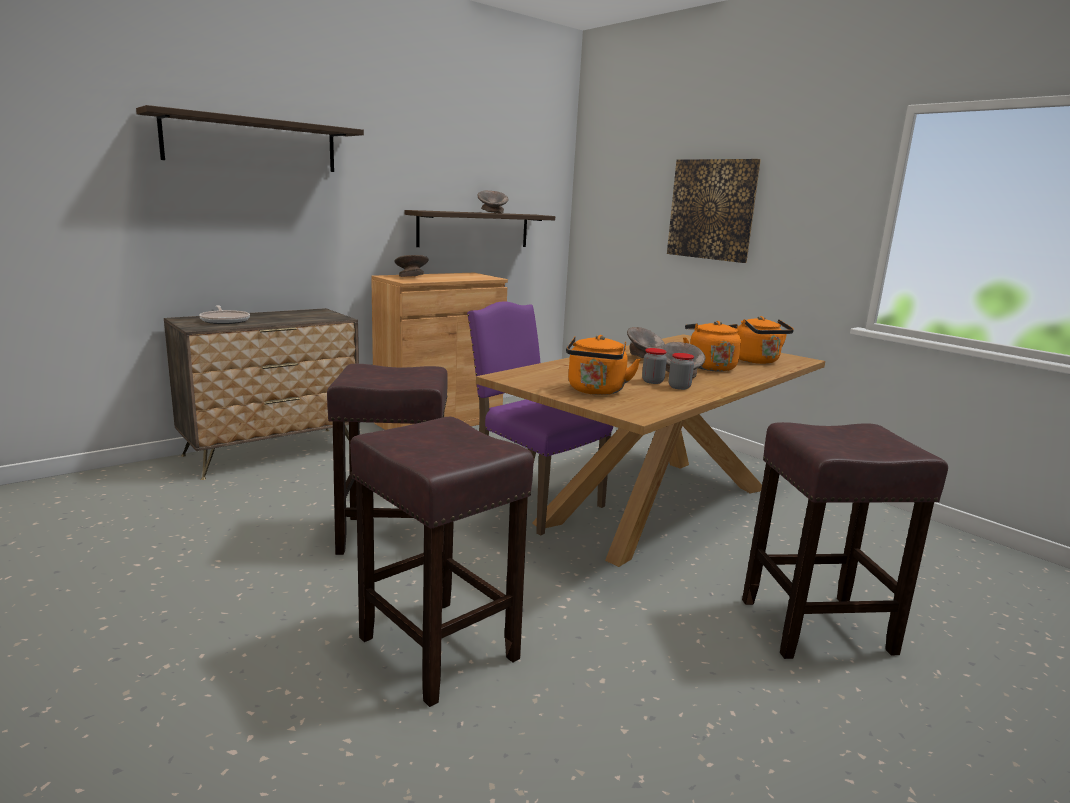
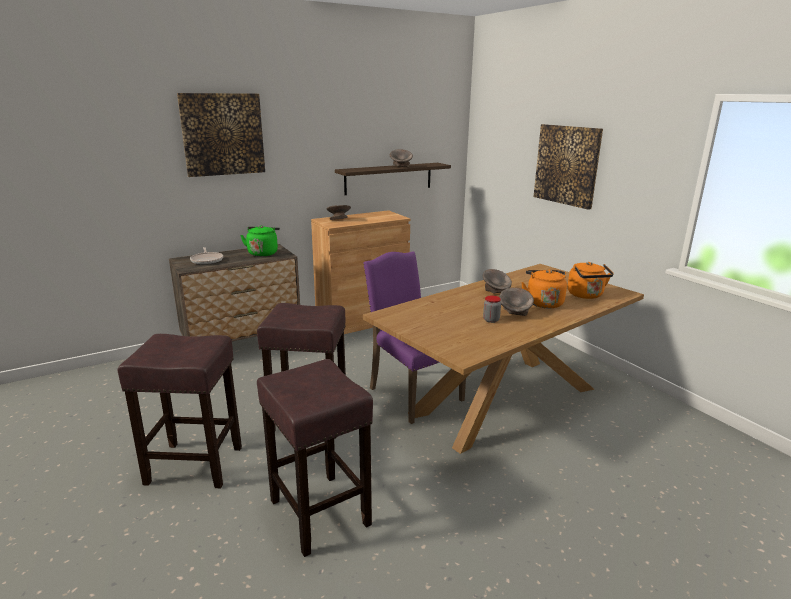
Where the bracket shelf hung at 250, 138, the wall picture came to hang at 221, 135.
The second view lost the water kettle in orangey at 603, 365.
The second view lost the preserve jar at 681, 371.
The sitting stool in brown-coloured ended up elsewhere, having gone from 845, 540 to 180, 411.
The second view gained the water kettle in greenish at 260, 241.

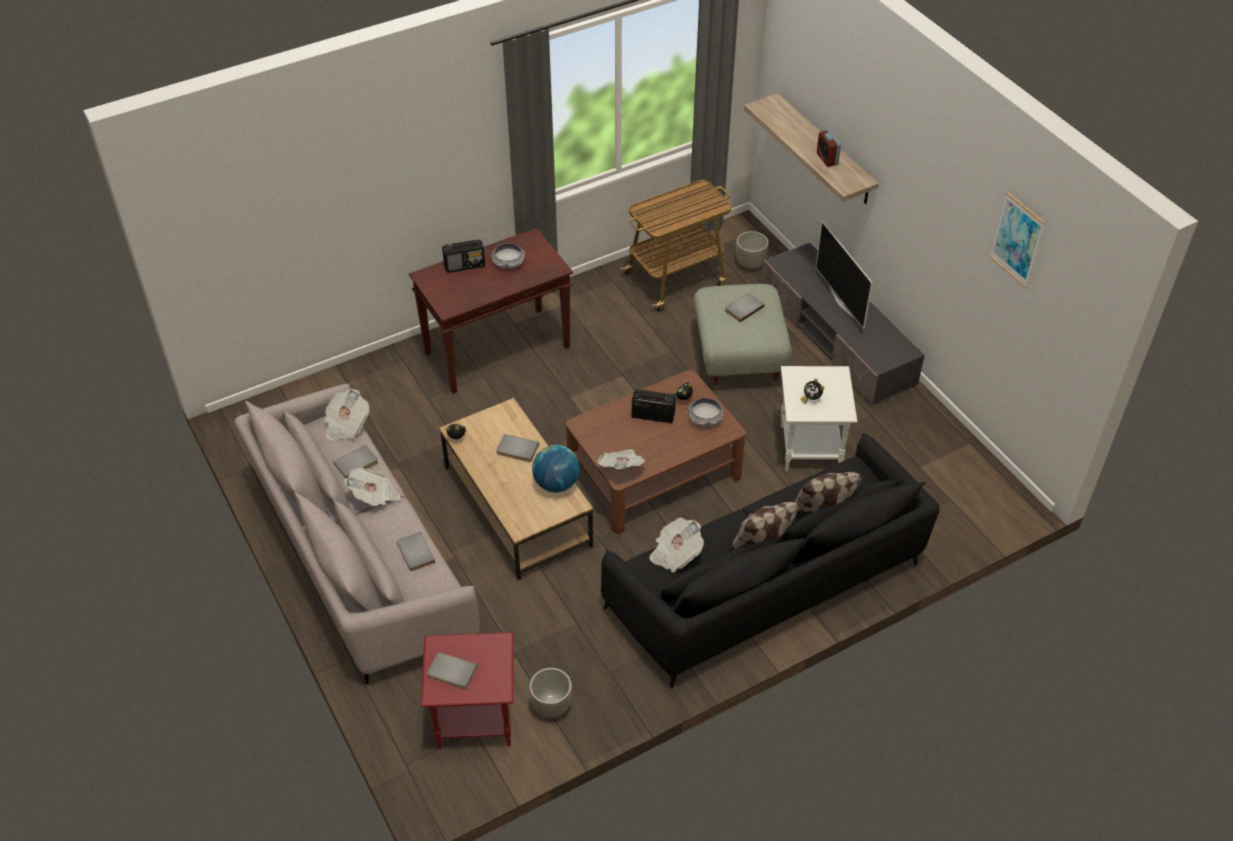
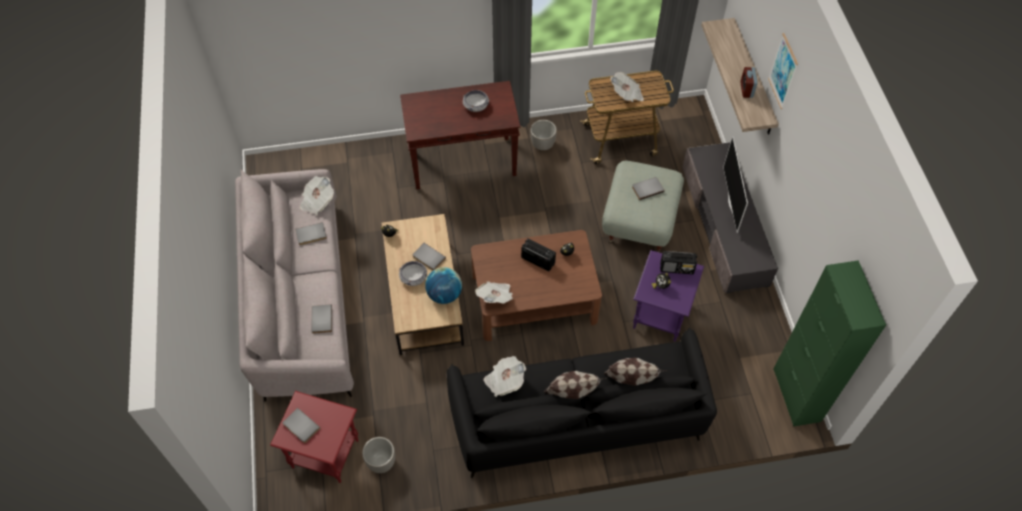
The printed paper ended up elsewhere, having gone from 372, 486 to 627, 87.
The radio set ended up elsewhere, having gone from 463, 256 to 678, 262.
The bowl ended up elsewhere, having gone from 706, 412 to 413, 273.
The flower pot ended up elsewhere, having gone from 752, 250 to 543, 135.
What was the accent table in whitish at 819, 418 turned into the accent table in purplish at 668, 296.
The wall picture ended up elsewhere, having gone from 1017, 240 to 783, 71.
The second view gained the storage cabinet in greenish at 829, 343.

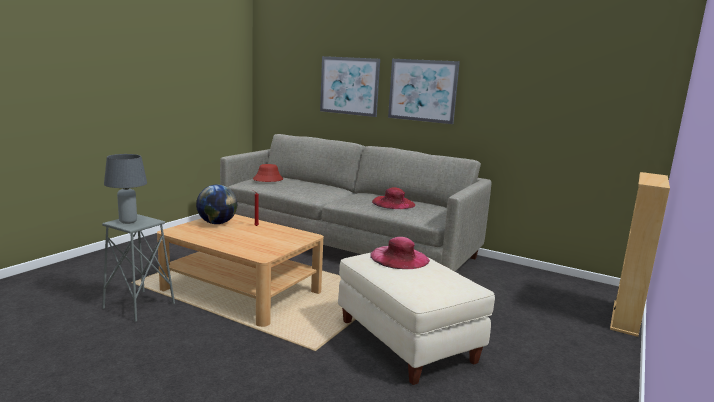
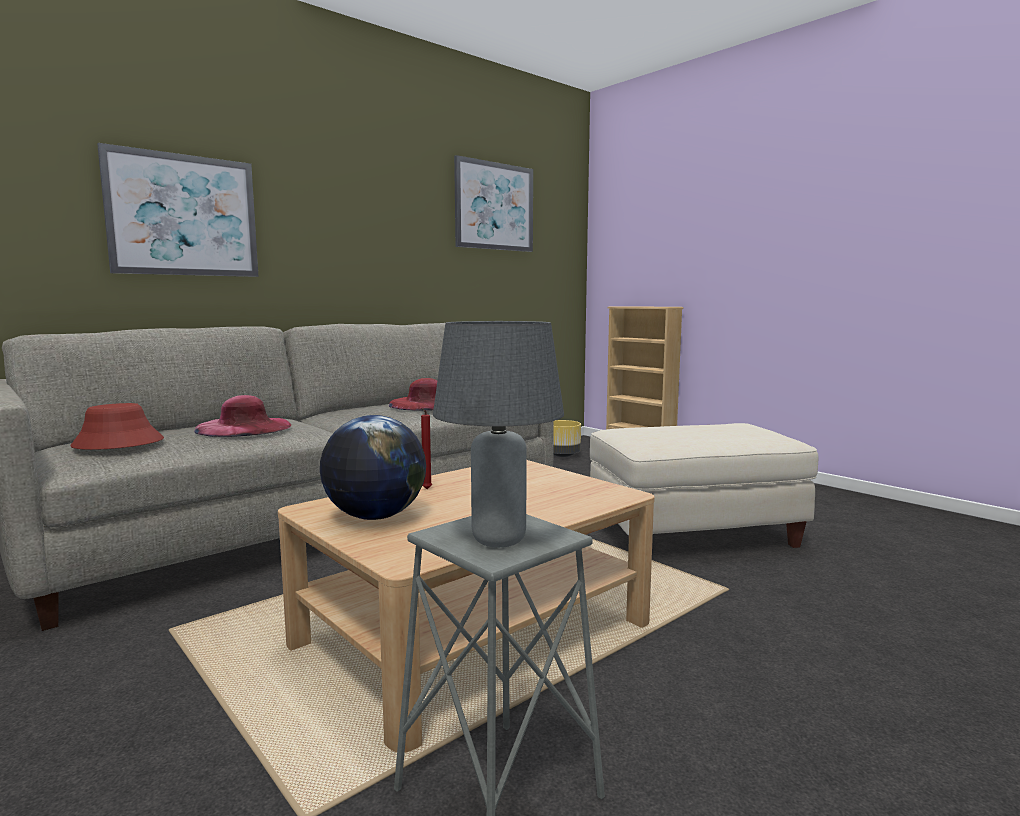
The wearable hat in pink-coloured ended up elsewhere, having gone from 400, 253 to 242, 416.
The wall picture ended up elsewhere, having gone from 424, 91 to 493, 203.
The second view gained the flower pot in yellowish at 567, 438.

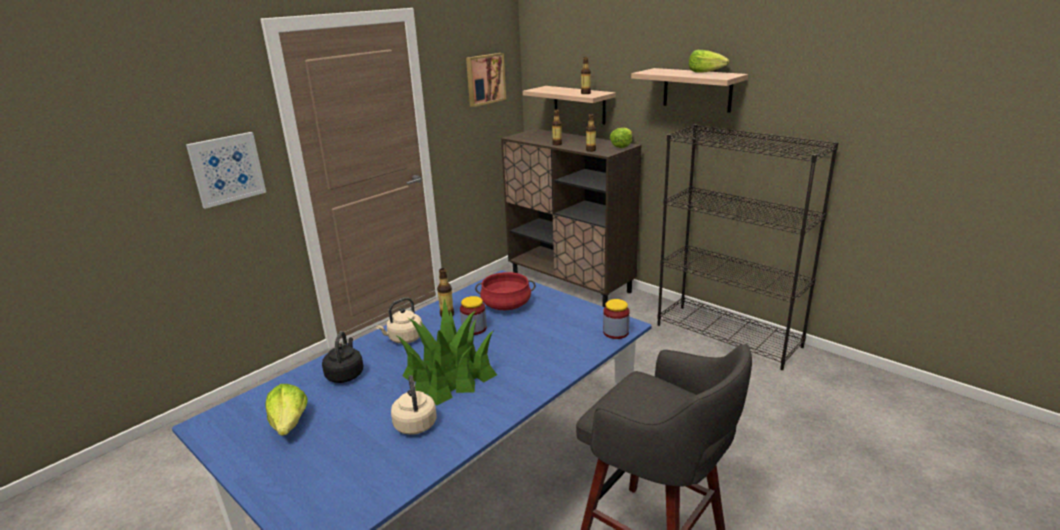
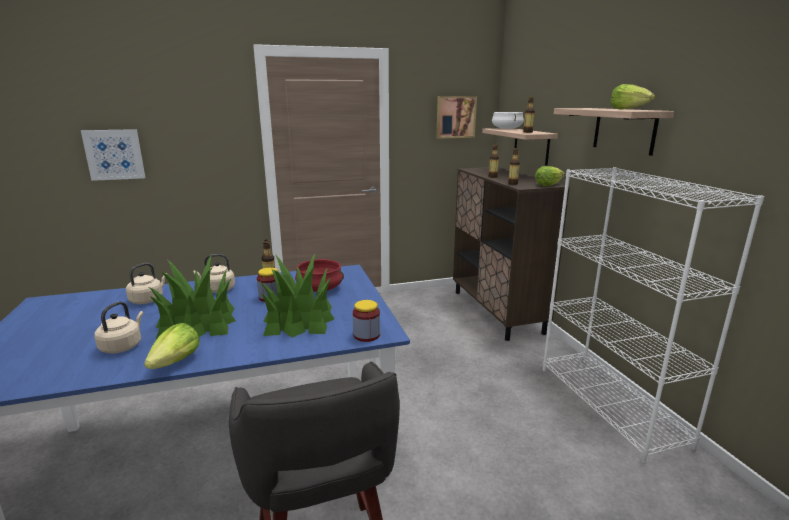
The wall picture ended up elsewhere, having gone from 226, 170 to 113, 155.
The lettuce ended up elsewhere, having gone from 286, 410 to 172, 346.
What was the water kettle in black at 342, 357 turned into the water kettle in beige at 146, 283.
What was the bookcase in black at 747, 247 turned into the bookcase in whitish at 653, 315.
The second view gained the houseplant at 297, 295.
The second view gained the saucepot in whitish at 508, 120.

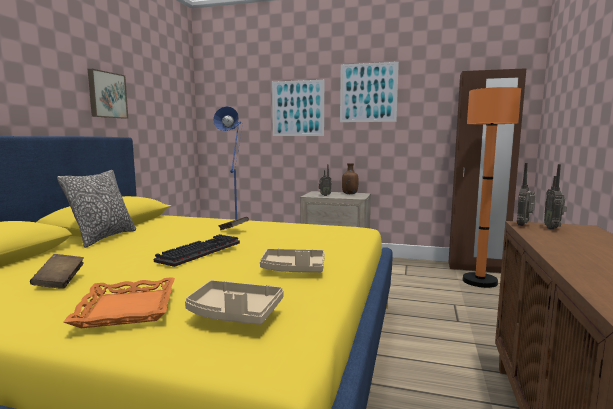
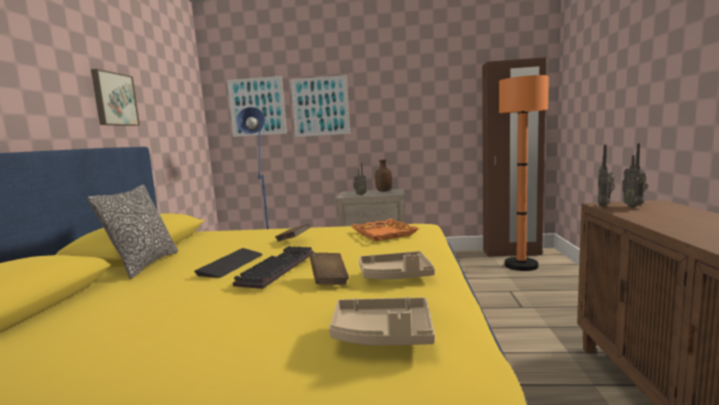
The volume in brown-coloured ended up elsewhere, having gone from 57, 271 to 329, 269.
The serving tray in orangey ended up elsewhere, having gone from 119, 302 to 385, 229.
The wall picture ended up elsewhere, having gone from 369, 92 to 257, 106.
The second view gained the PC keyboard at 228, 263.

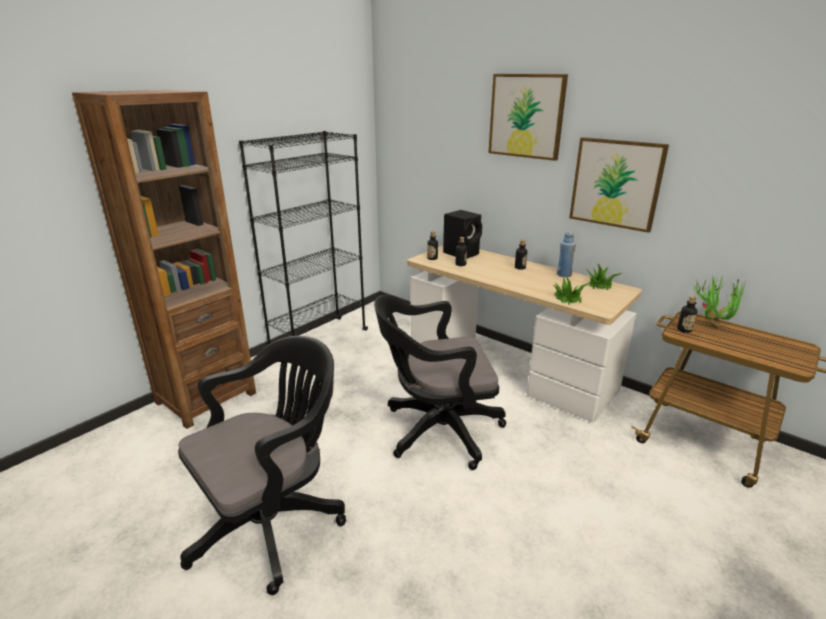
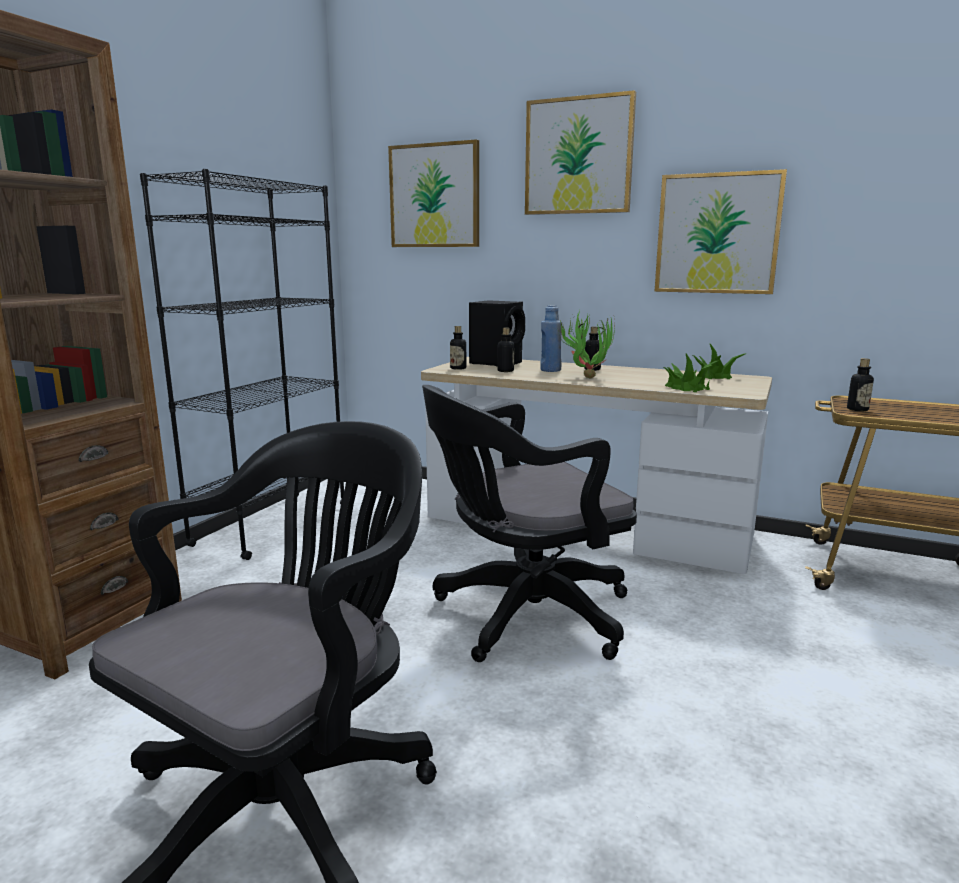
The bottle in bluish ended up elsewhere, having gone from 566, 254 to 551, 338.
The houseplant ended up elsewhere, having gone from 720, 302 to 586, 344.
The second view gained the wall picture at 433, 193.

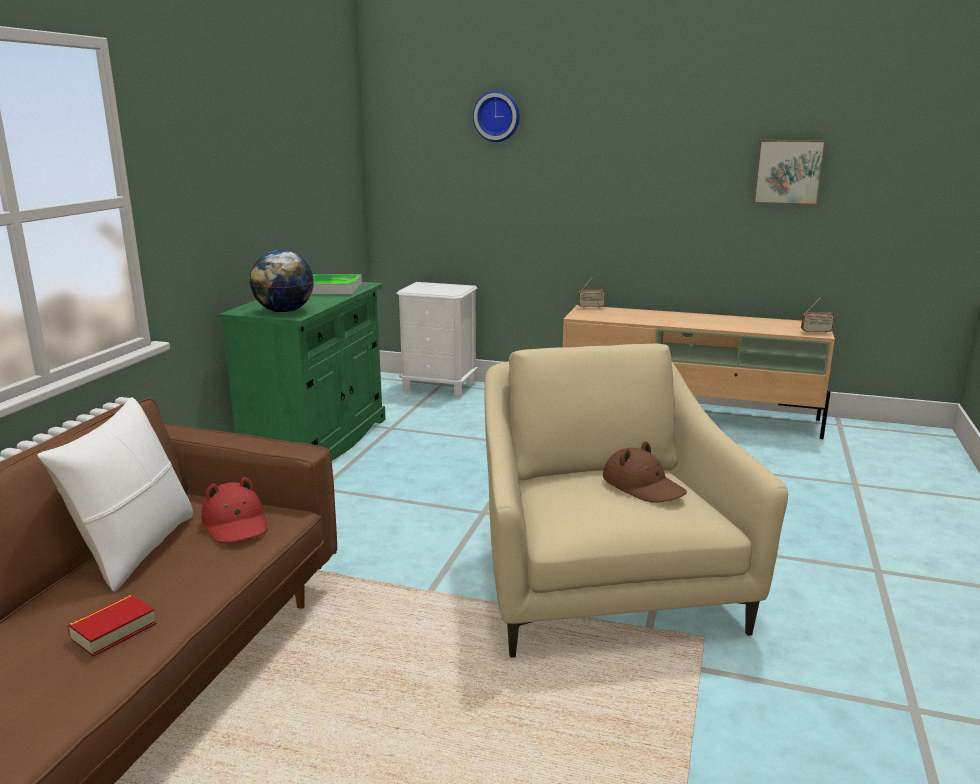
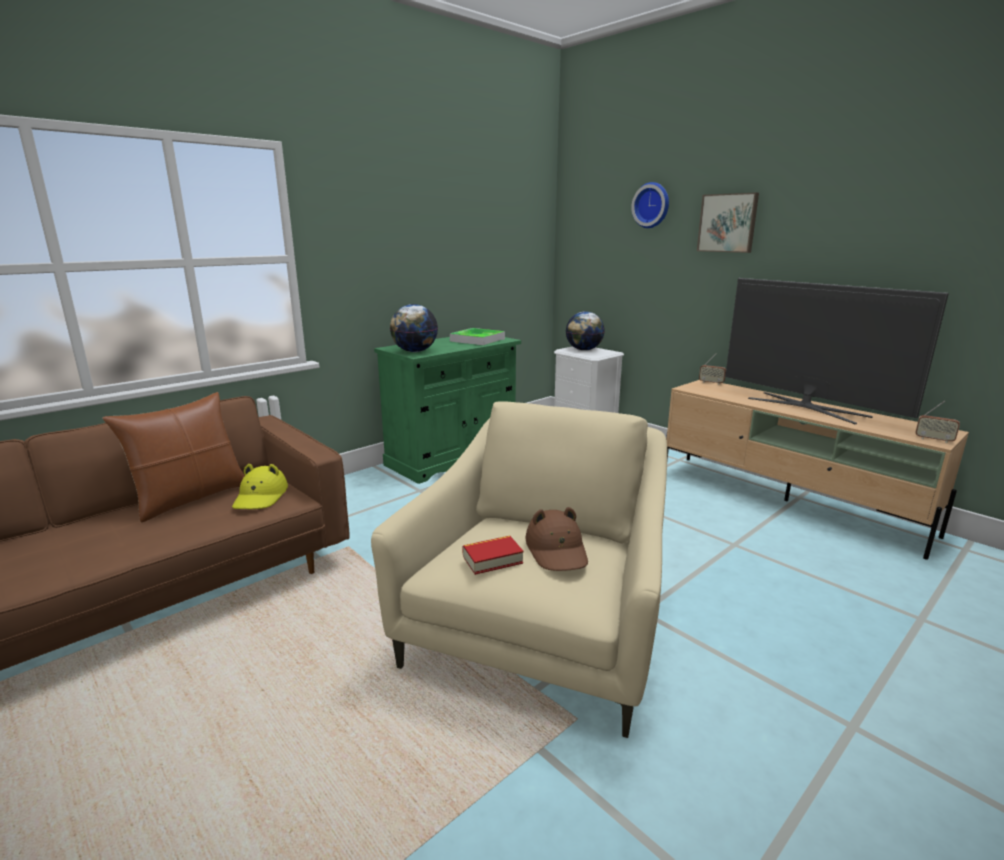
What was the cushion in whitish at 115, 494 turned into the cushion in brown-coloured at 174, 457.
The volume ended up elsewhere, having gone from 111, 625 to 493, 555.
What was the wearable hat in reddish at 234, 510 turned into the wearable hat in yellowish at 260, 486.
The wall picture ended up elsewhere, having gone from 789, 172 to 728, 223.
The second view gained the desk globe at 585, 331.
The second view gained the TV set at 837, 351.

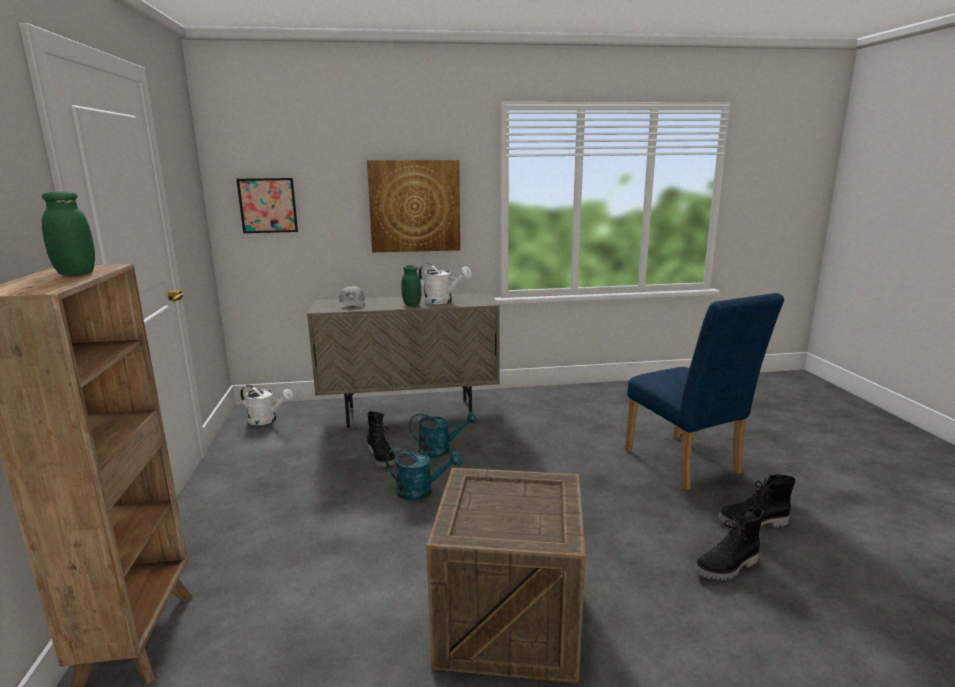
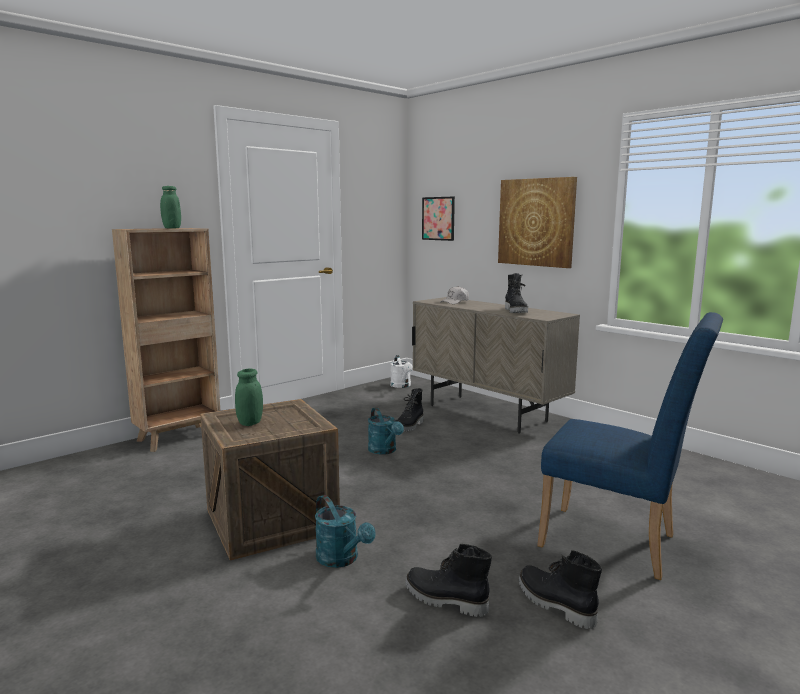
The preserve jar in greenish ended up elsewhere, having gone from 411, 285 to 249, 397.
The watering can in turquoise-coloured ended up elsewhere, having gone from 443, 435 to 345, 531.
Where the watering can in whitish stood at 445, 283, the high-top boot in black came to stand at 516, 293.
The upright chair in bluish at 704, 391 ended up facing another way, 90 degrees counterclockwise from before.

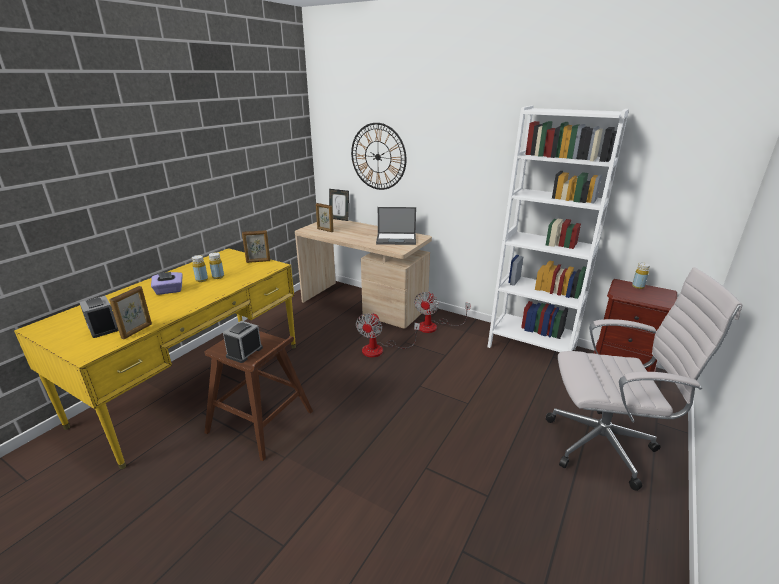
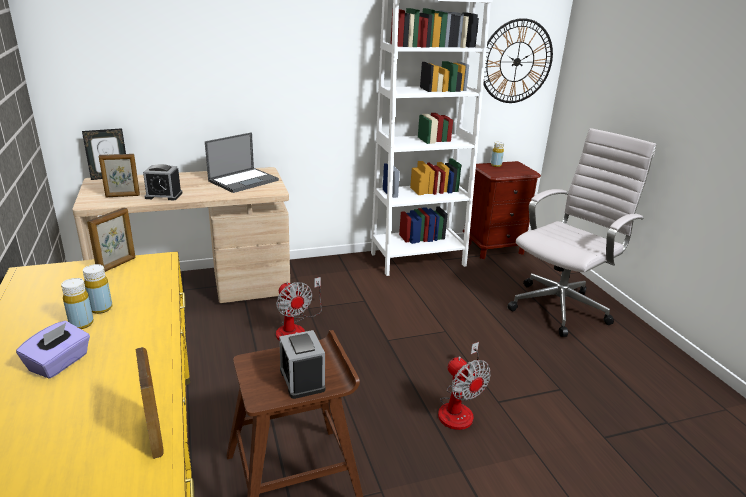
The bedside clock ended up elsewhere, having gone from 98, 317 to 162, 182.
The hanging clock ended up elsewhere, having gone from 379, 156 to 518, 60.
The electric fan ended up elsewhere, having gone from 442, 312 to 464, 386.

